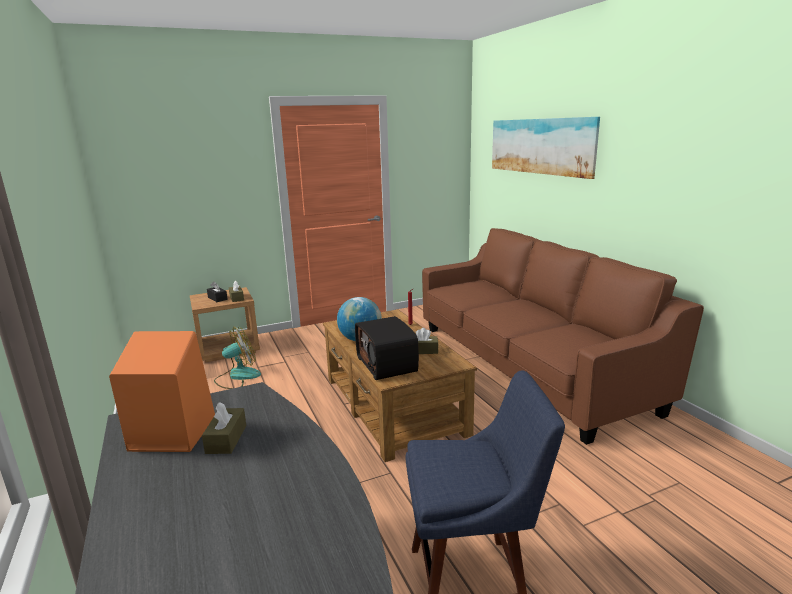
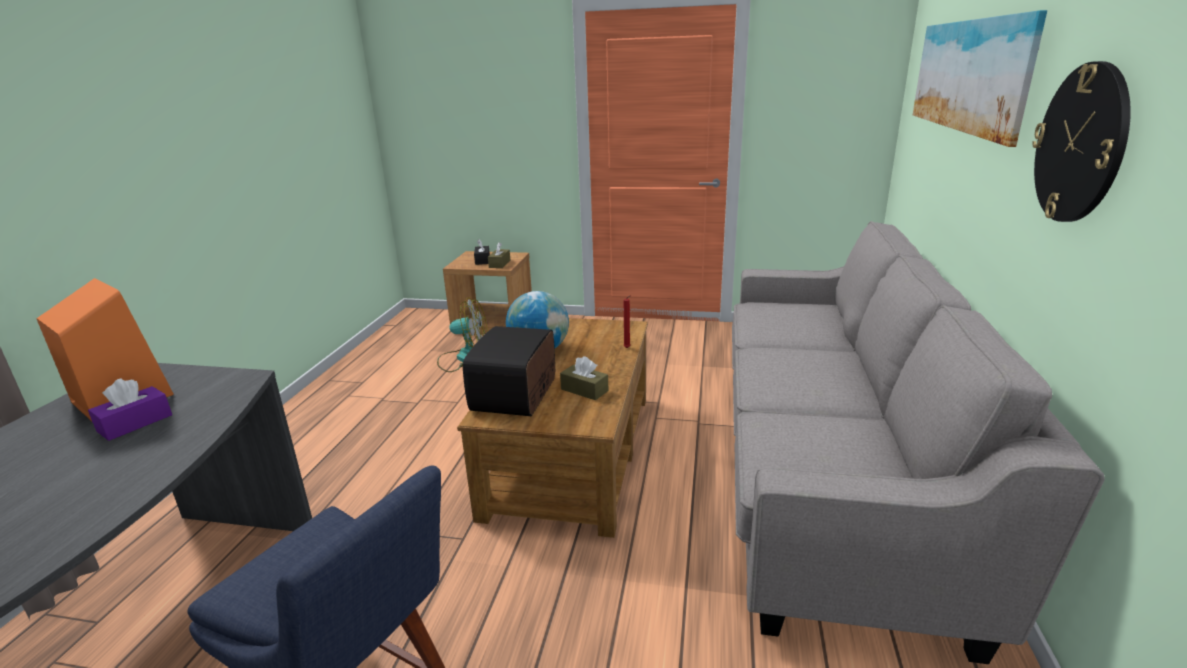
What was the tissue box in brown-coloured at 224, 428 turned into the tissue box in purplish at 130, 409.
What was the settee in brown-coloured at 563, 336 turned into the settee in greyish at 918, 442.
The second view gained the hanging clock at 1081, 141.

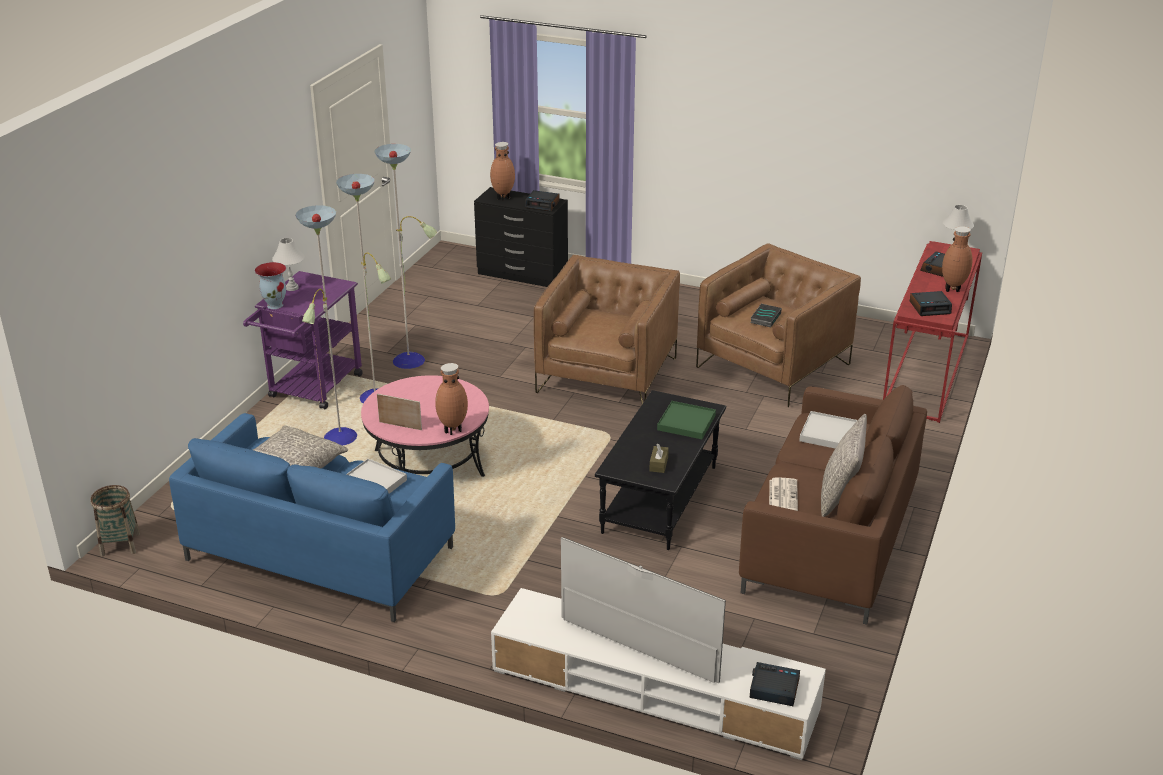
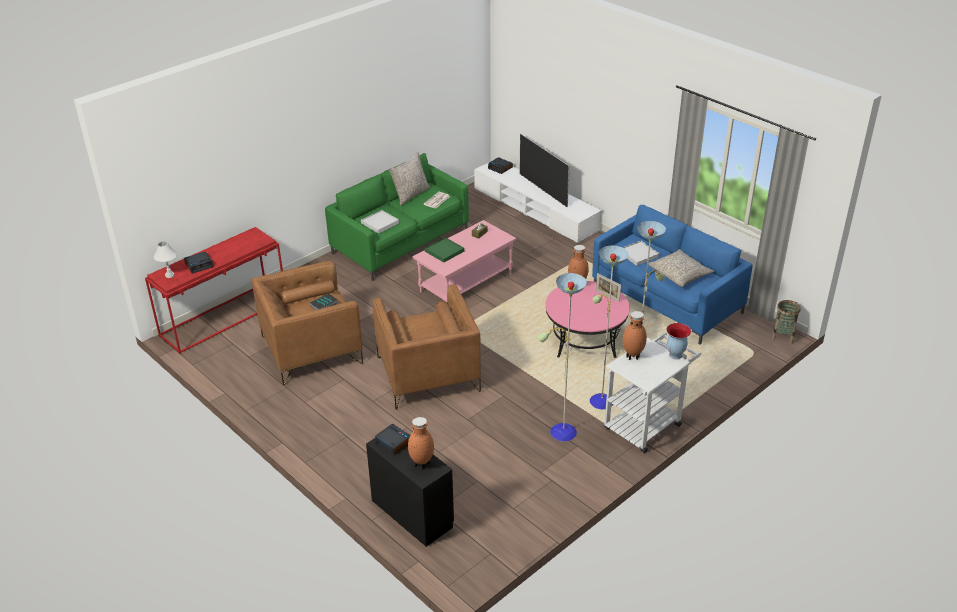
What was the wheeled cart in purplish at 302, 340 turned into the wheeled cart in whitish at 652, 392.
The second view lost the lamp for a table in whitish at 288, 264.
The easy chair in brown-coloured at 607, 329 ended up facing another way, 60 degrees counterclockwise from before.
What was the low table in black at 660, 470 turned into the low table in pink-coloured at 464, 261.
What was the settee in brown-coloured at 833, 505 turned into the settee in greenish at 397, 217.
The second view lost the bedside clock at 931, 303.
The flower vase in brown-coloured ended up elsewhere, having gone from 957, 259 to 635, 335.

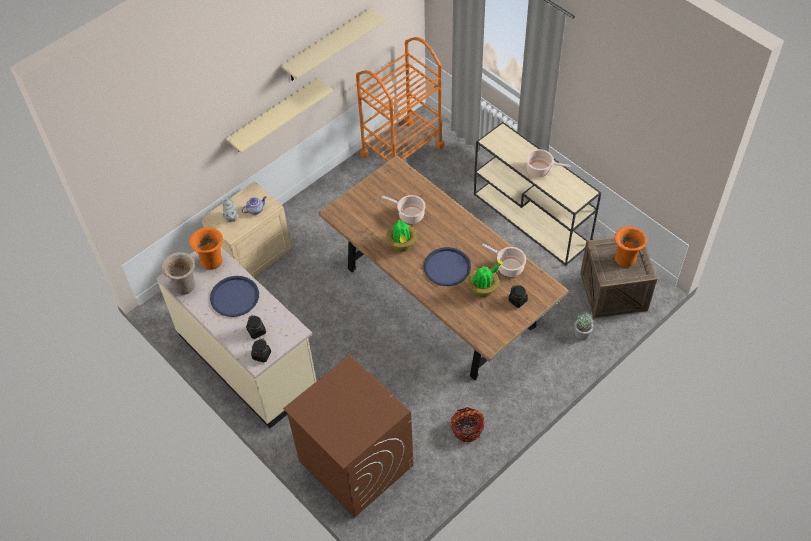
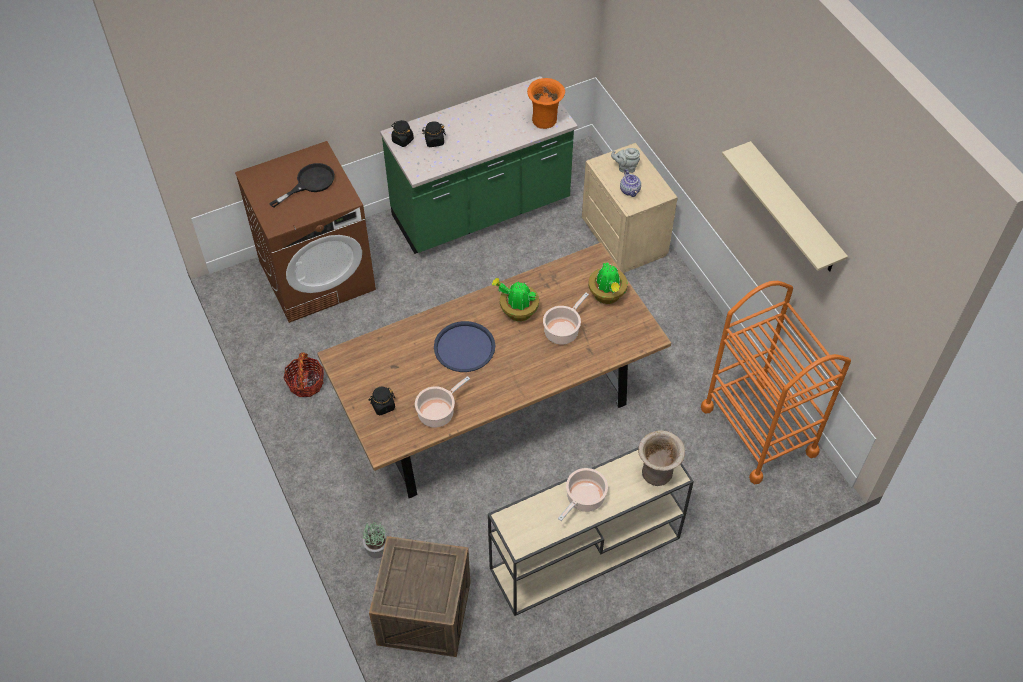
What was the kitchen base unit in beige at 236, 337 turned into the kitchen base unit in greenish at 479, 165.
The flower vase in beige ended up elsewhere, having gone from 178, 273 to 661, 458.
The second view lost the serving tray in bluish at 234, 296.
The second view lost the bracket shelf in beige at 279, 115.
The houseplant ended up elsewhere, having gone from 485, 278 to 608, 283.
The second view lost the flower vase in orangey at 630, 246.
The second view gained the pan in black at 302, 185.

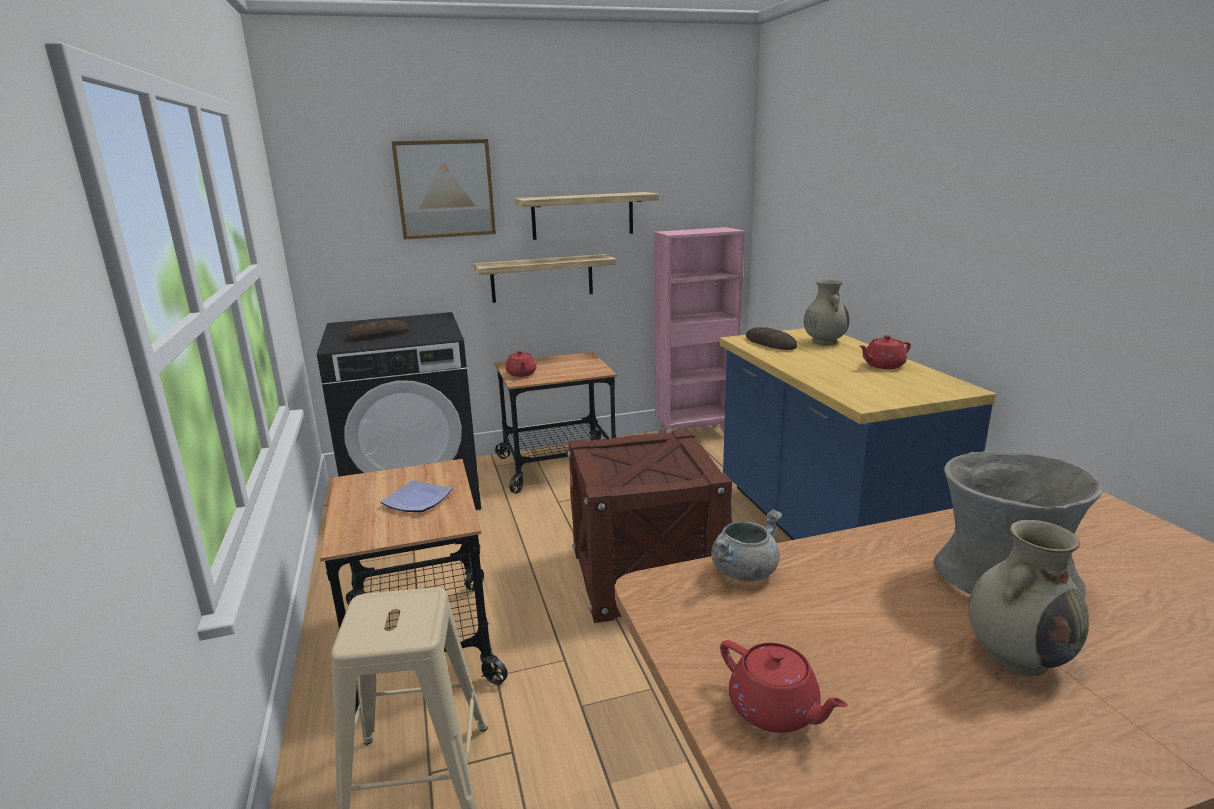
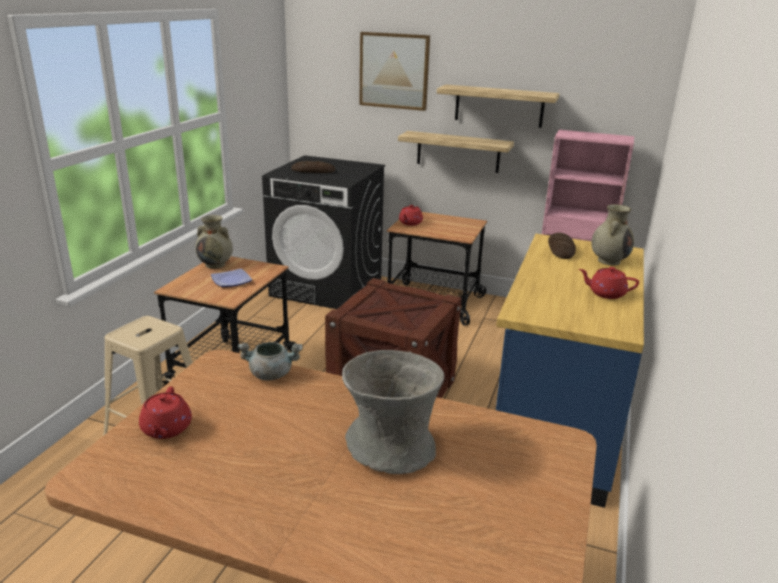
The flower vase in beige ended up elsewhere, having gone from 1028, 598 to 214, 242.

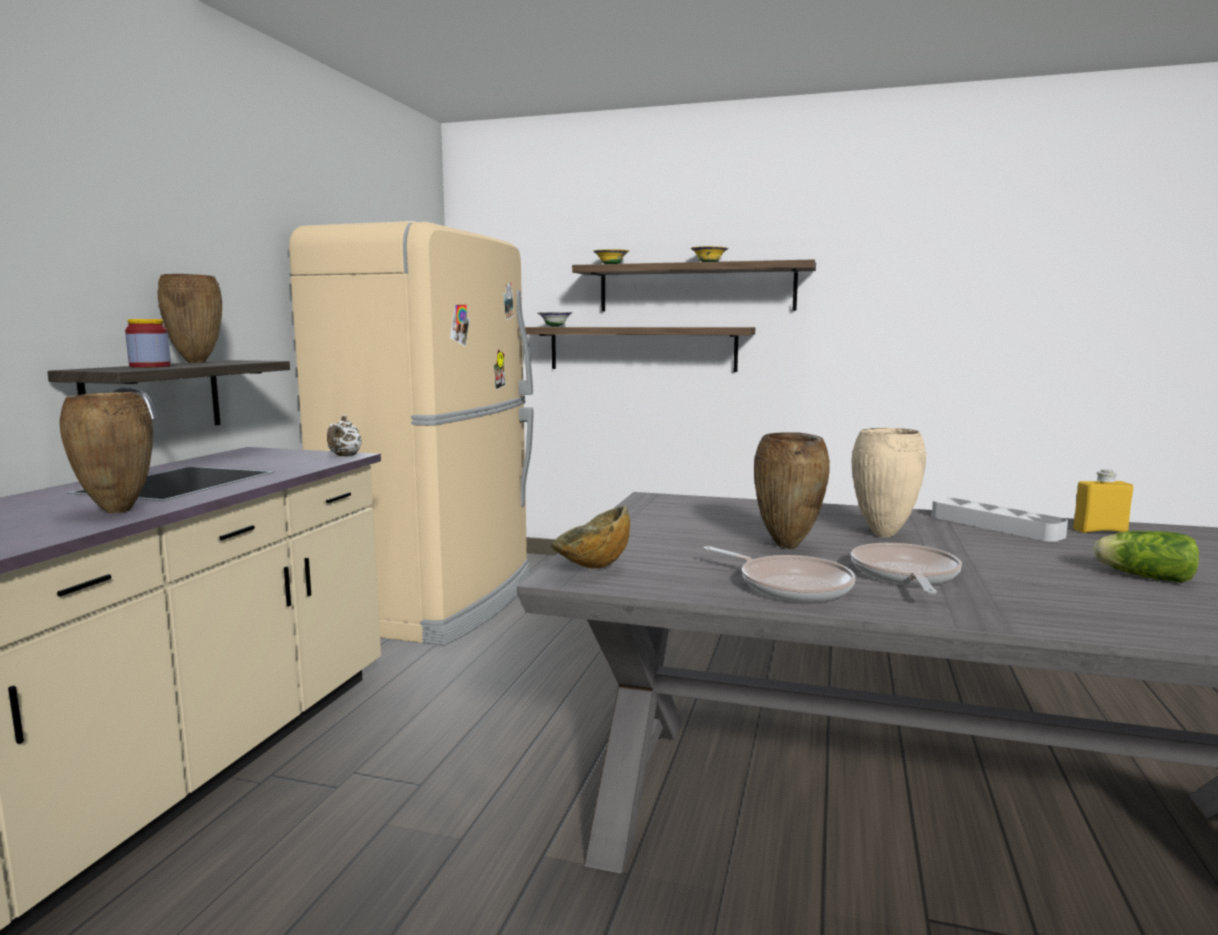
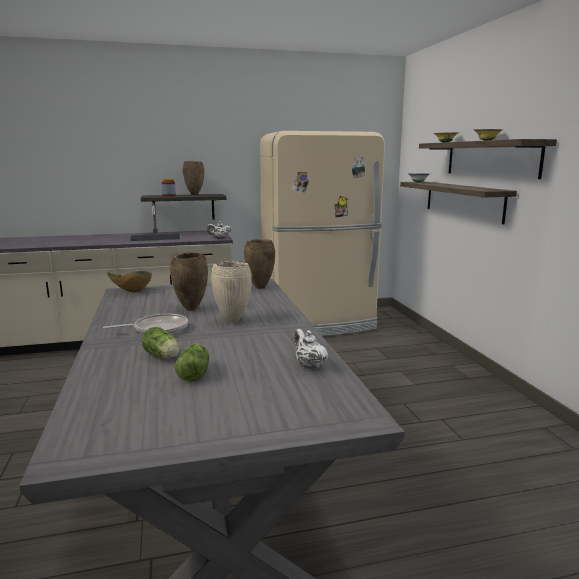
The flower vase in brown-coloured ended up elsewhere, having gone from 106, 452 to 259, 263.
The second view lost the pan at 779, 574.
The second view lost the serving tray in greyish at 1000, 519.
Where the bottle in yellowish stood at 1103, 501, the teapot in whitish came to stand at 311, 349.
The second view gained the lettuce at 160, 343.

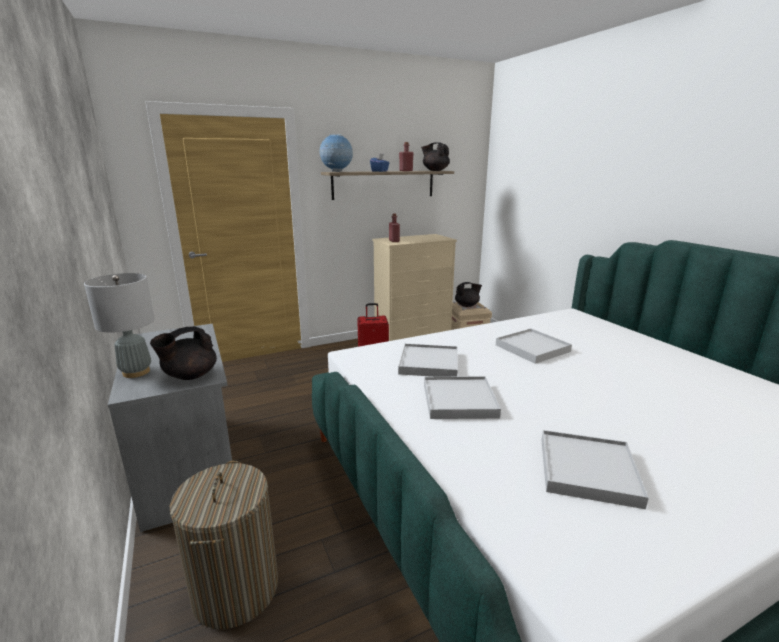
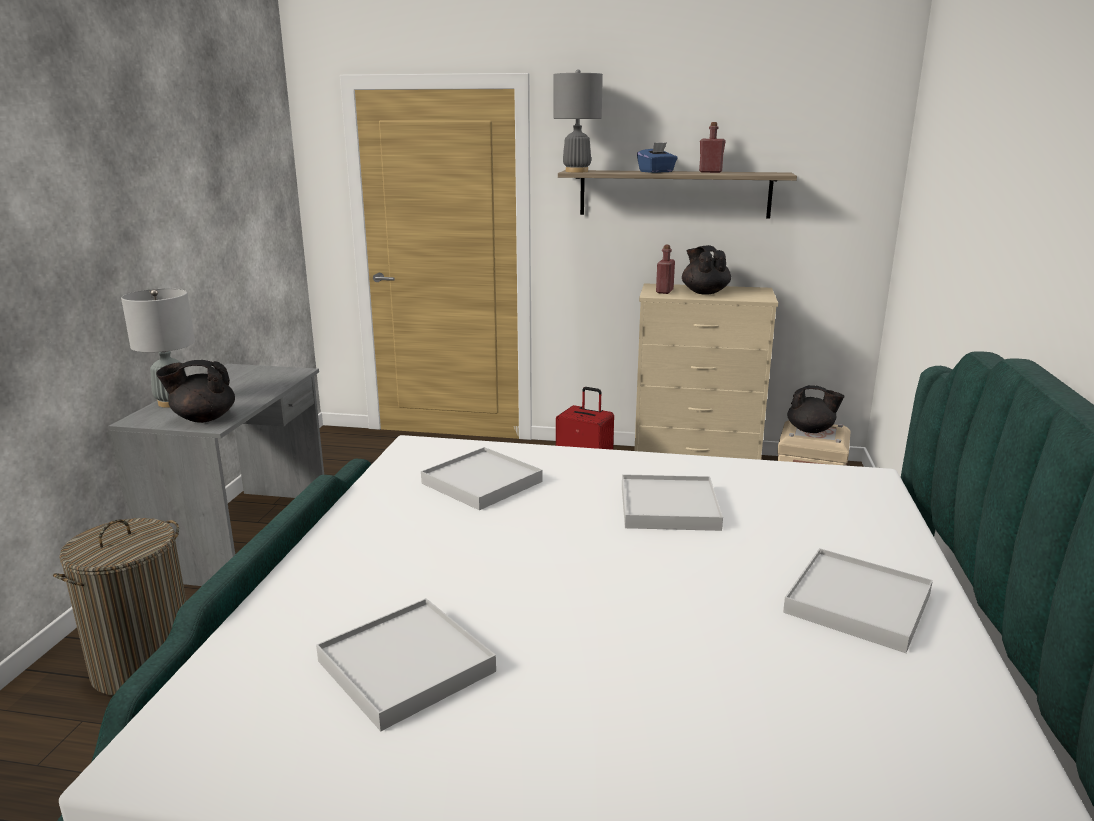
Where the desk globe stood at 336, 153, the lamp for a table in greyish came to stand at 578, 120.
The teapot in black ended up elsewhere, having gone from 435, 156 to 706, 270.
The serving tray in whitish ended up elsewhere, having gone from 462, 397 to 858, 600.

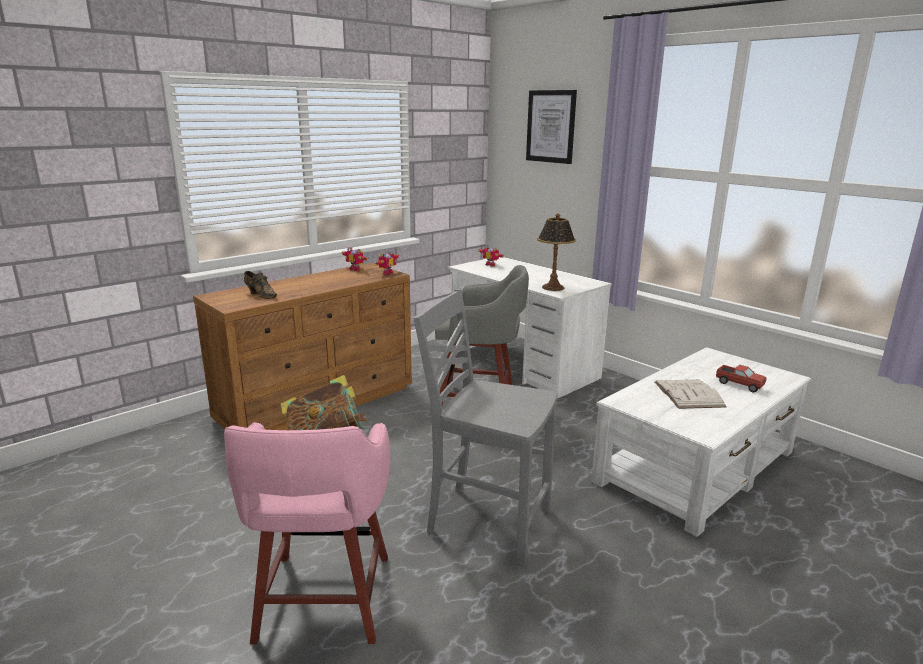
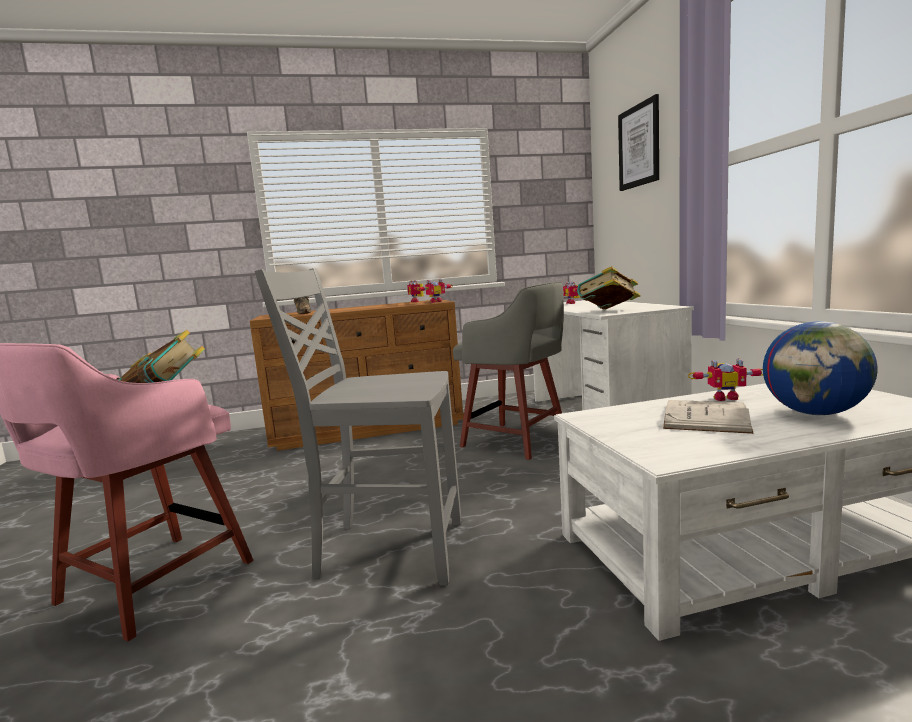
The upright chair in greyish at 485, 427 ended up facing another way, 45 degrees counterclockwise from before.
Where the lamp for a table stood at 556, 252, the volume came to stand at 608, 287.
Where the model truck stood at 741, 378, the desk globe came to stand at 820, 368.
The second view gained the robot figure at 725, 379.

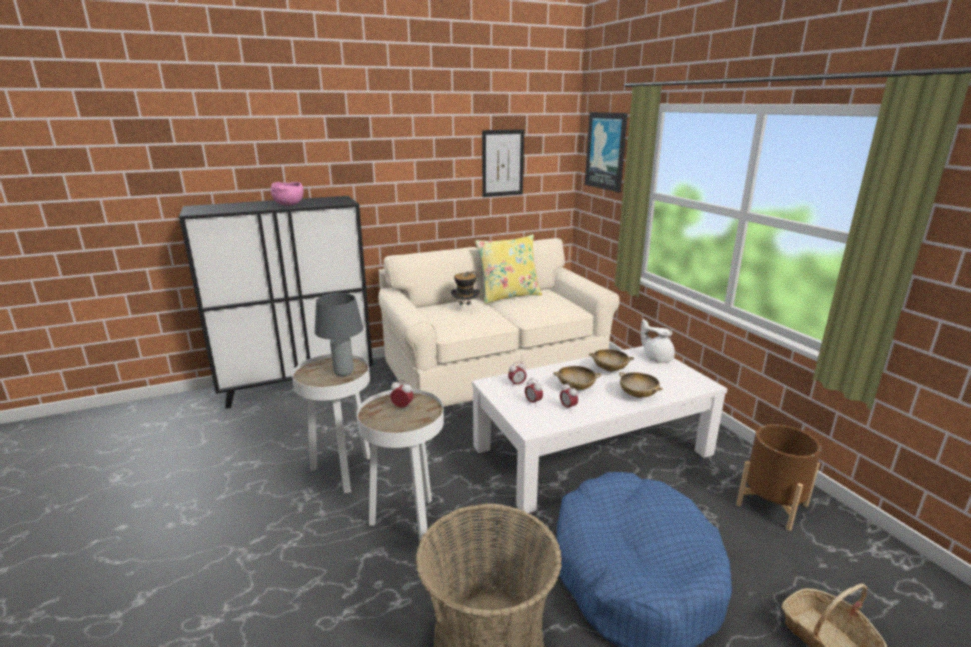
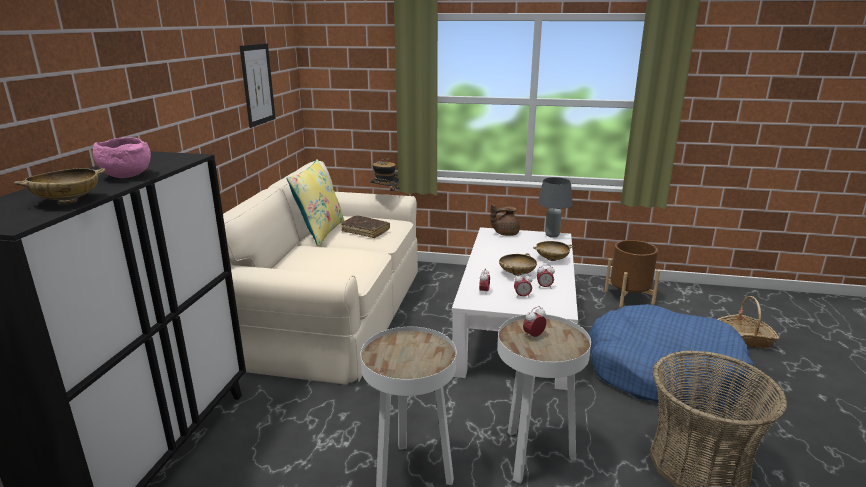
The lamp for a table in greyish ended up elsewhere, having gone from 339, 334 to 555, 207.
The wearable hat ended up elsewhere, having gone from 465, 292 to 385, 174.
The second view lost the wall picture at 606, 152.
The bowl in beige ended up elsewhere, having gone from 611, 360 to 60, 186.
What was the teapot in whitish at 658, 341 turned into the teapot in brown-coloured at 505, 220.
The second view gained the volume in brown-coloured at 365, 226.

